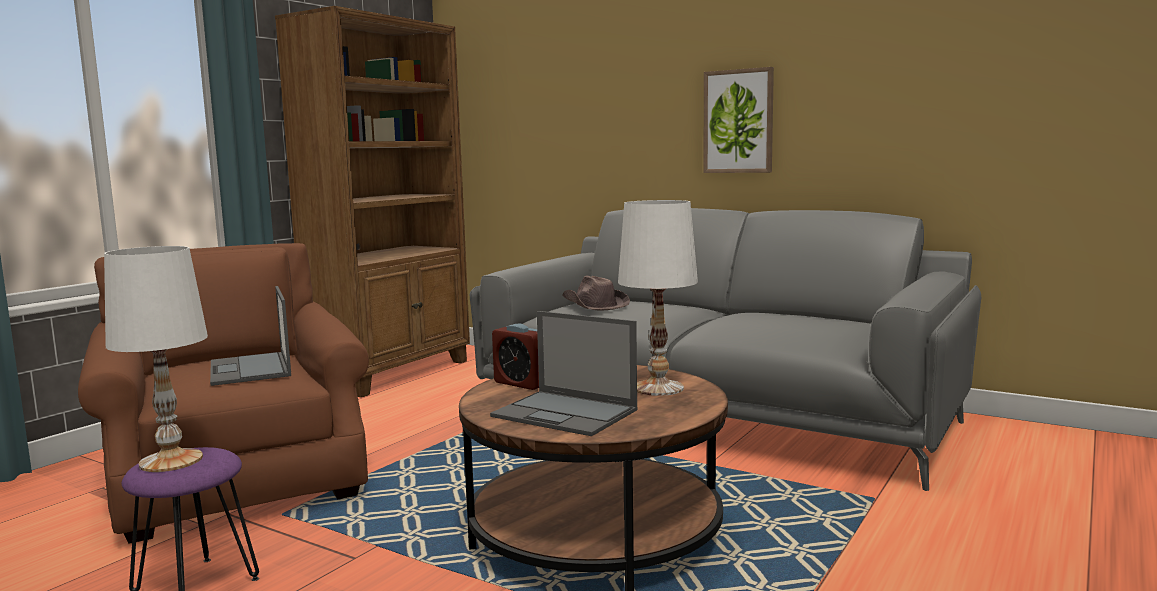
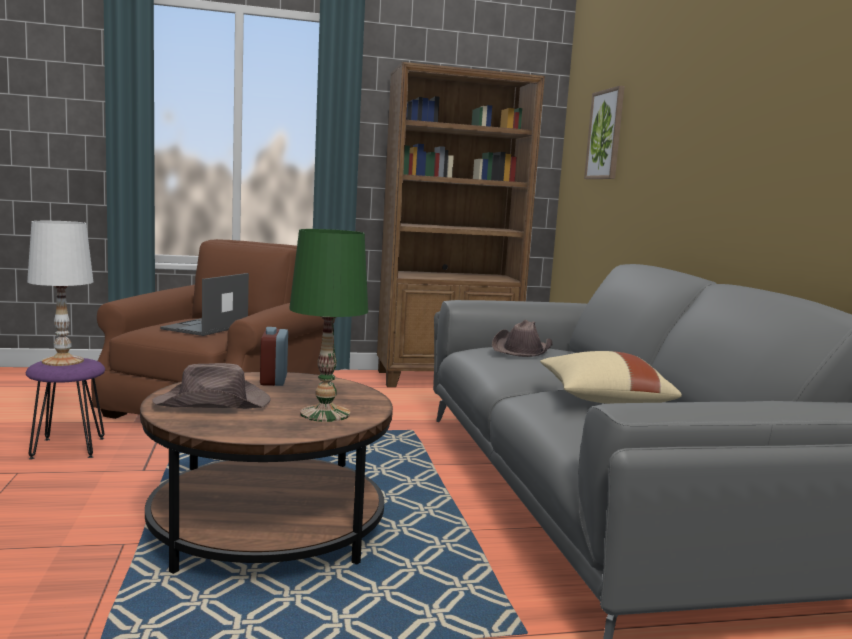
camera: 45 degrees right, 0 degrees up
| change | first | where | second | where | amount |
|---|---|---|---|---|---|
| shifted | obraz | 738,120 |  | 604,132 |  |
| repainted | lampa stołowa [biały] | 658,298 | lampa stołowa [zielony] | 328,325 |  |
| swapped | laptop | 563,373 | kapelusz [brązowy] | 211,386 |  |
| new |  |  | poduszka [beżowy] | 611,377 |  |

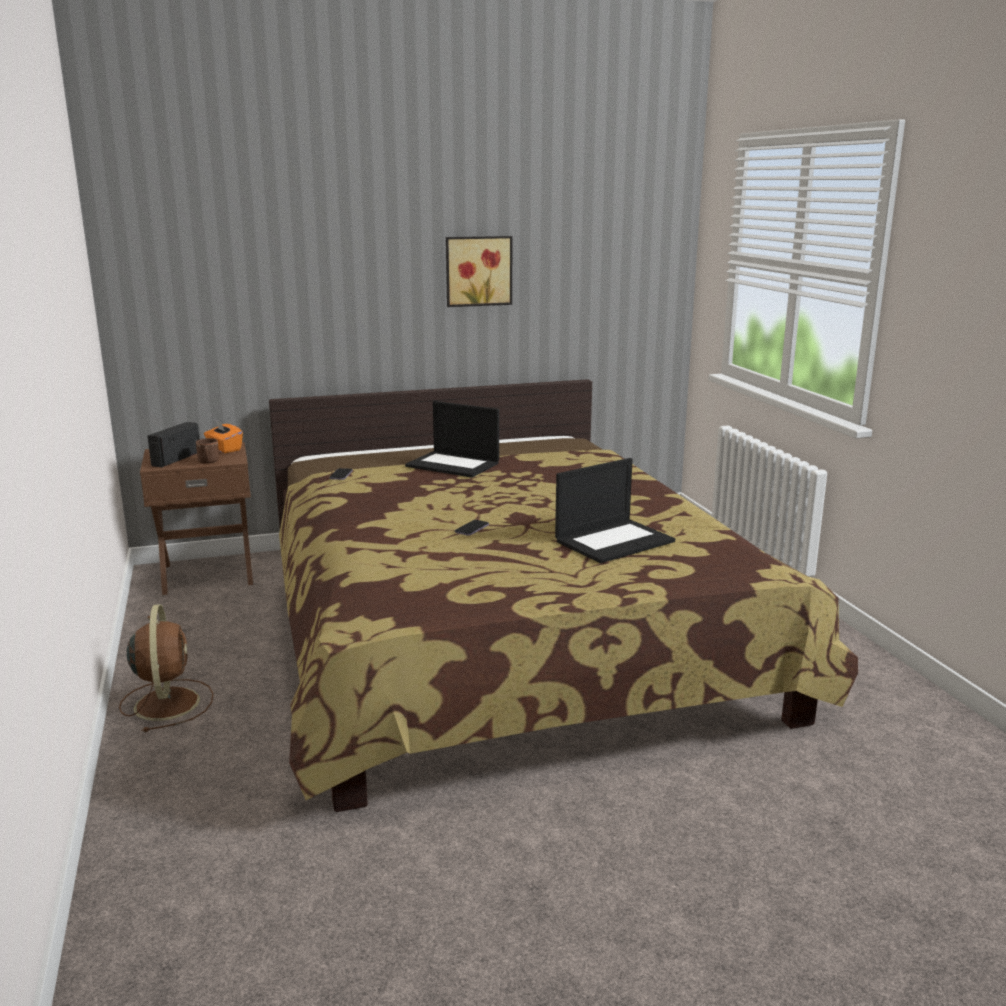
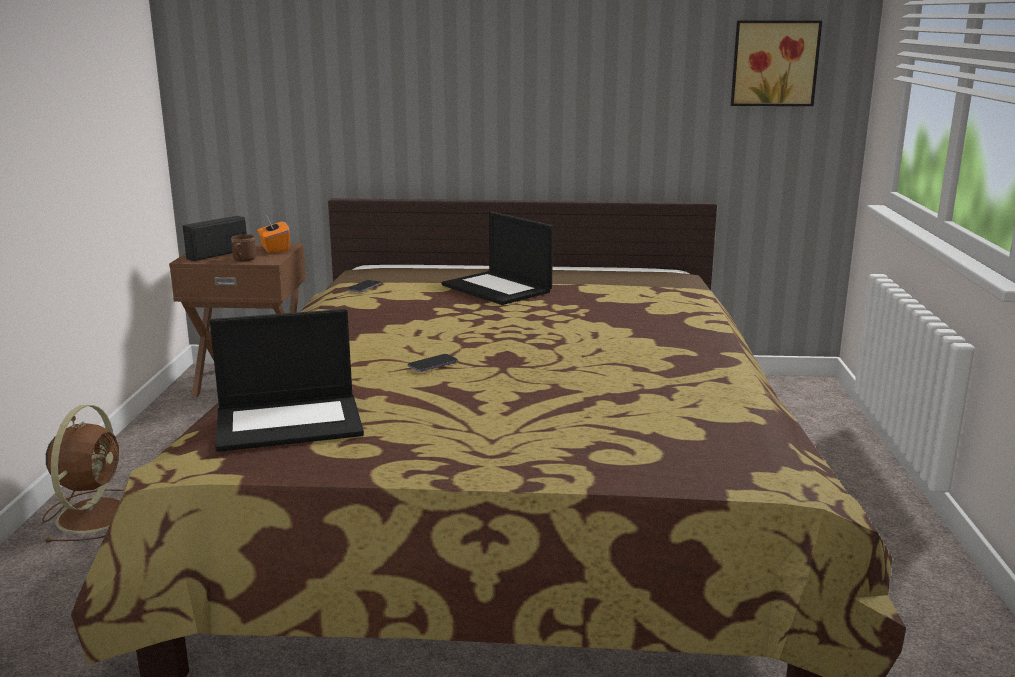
camera: 20 degrees right, 0 degrees up
| change | first | where | second | where | amount |
|---|---|---|---|---|---|
| shifted | obraz | 479,271 |  | 776,63 |  |
| shifted | laptop | 615,510 |  | 287,380 |  |

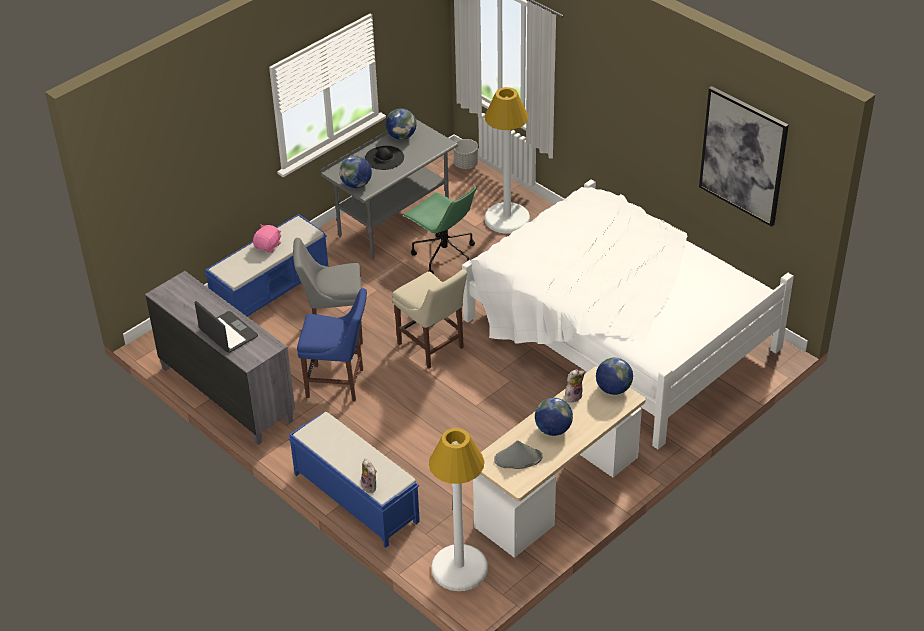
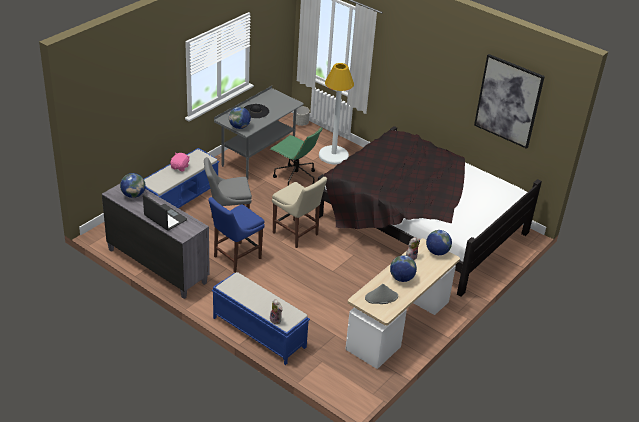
camera: 10 degrees left, 5 degrees down
| change | first | where | second | where | amount |
|---|---|---|---|---|---|
| shifted | globus | 401,124 |  | 133,185 |  |
| repainted | łóżko [biały] | 628,314 | łóżko [czarny] | 428,211 |  |
| rotated | krzesło [niebieski] | 332,344 |  | 236,235 | 135 degrees clockwise |
| gone | lampa stojąca [biały] | 458,509 |  |  |  |

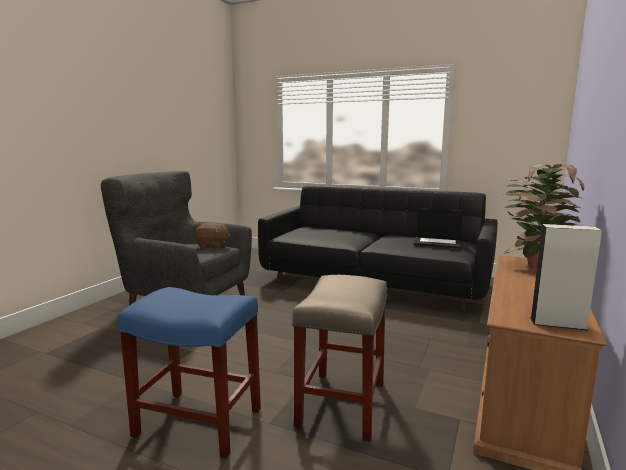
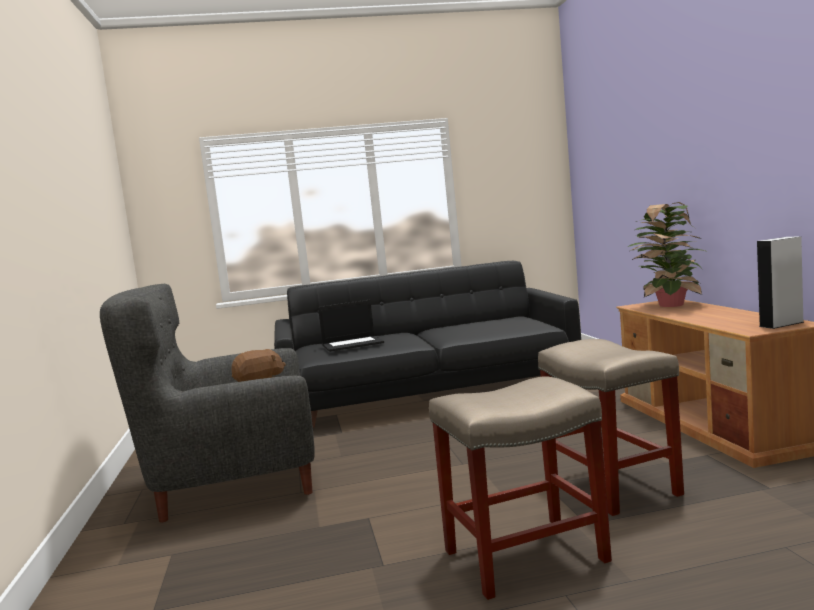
camera: 35 degrees left, 5 degrees down
| change | first | where | second | where | amount |
|---|---|---|---|---|---|
| shifted | laptop | 438,228 |  | 351,326 |  |
| repainted | stołek [niebieski] | 189,373 | stołek [beżowy] | 520,488 |  |

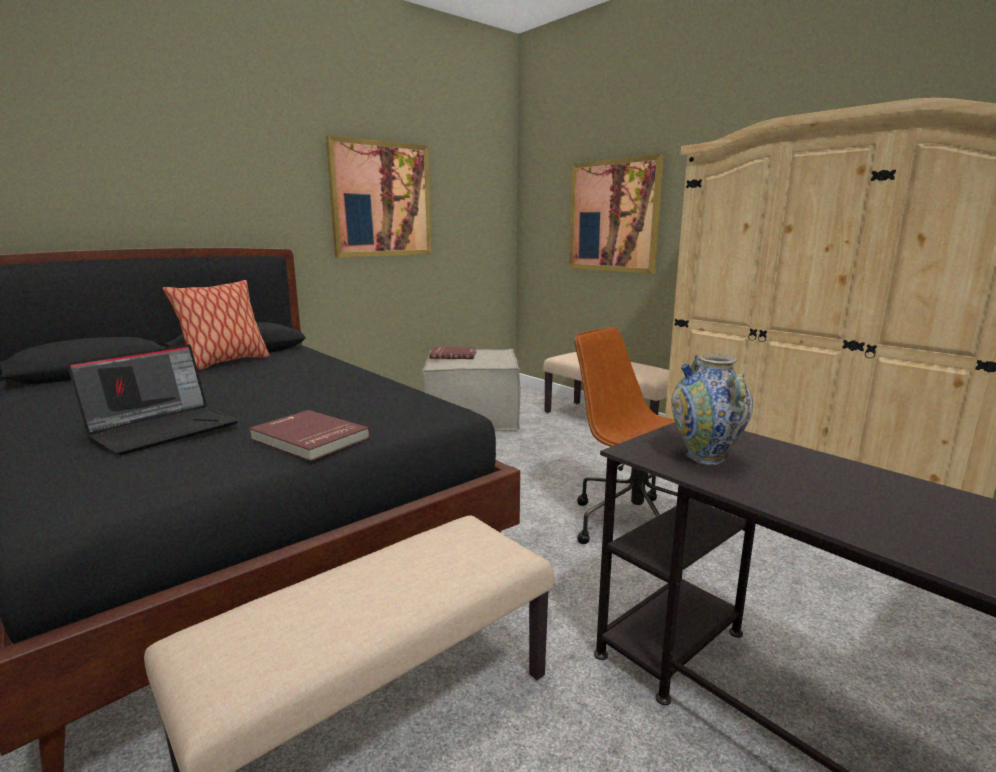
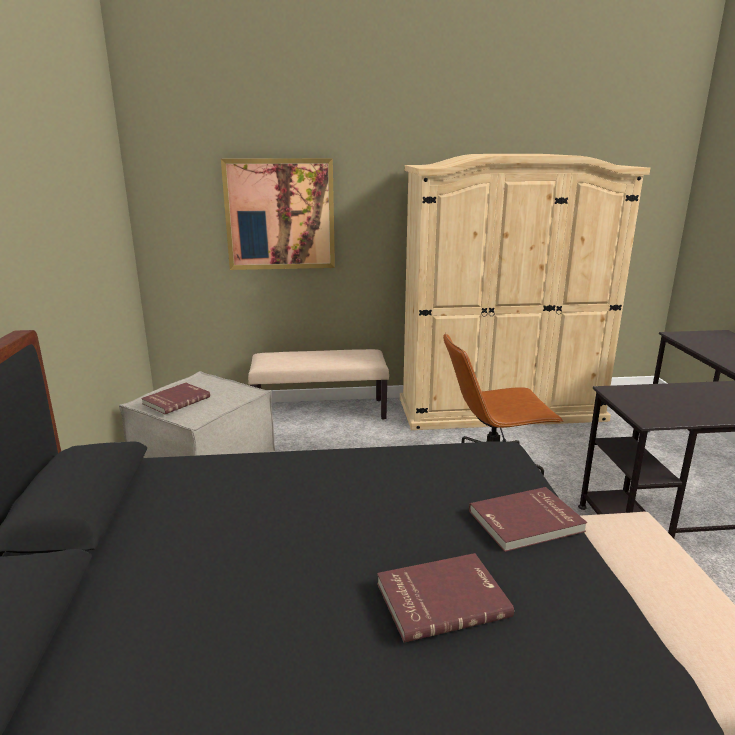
camera: 55 degrees left, 5 degrees up
| change | first | where | second | where | amount |
|---|---|---|---|---|---|
| gone | obraz | 379,196 |  |  |  |
| gone | poduszka | 216,325 |  |  |  |
| swapped | laptop | 152,399 | książka [czerwony] | 445,598 |  |
| gone | wazon | 712,409 |  |  |  |

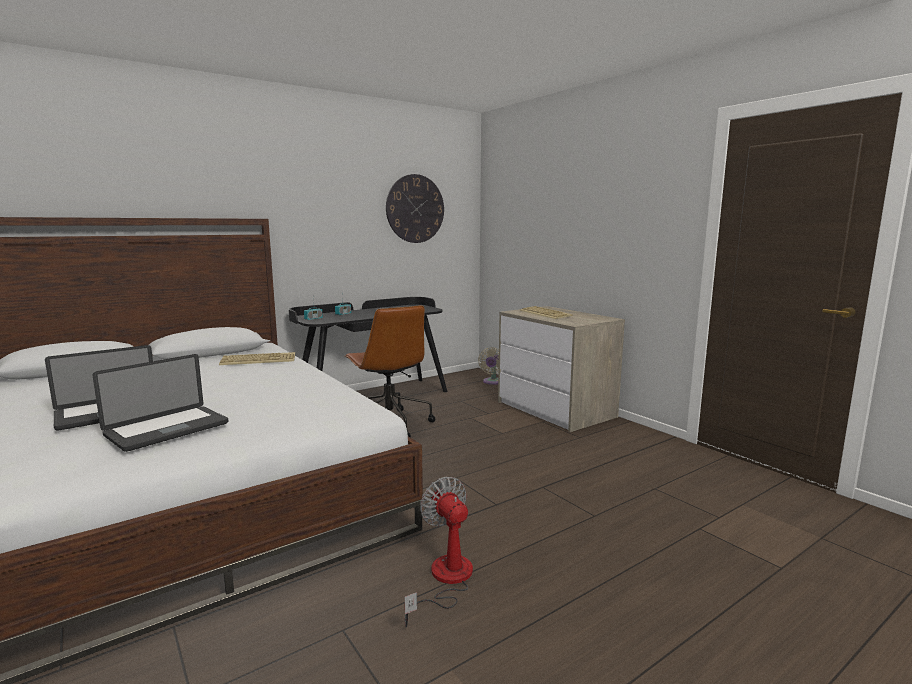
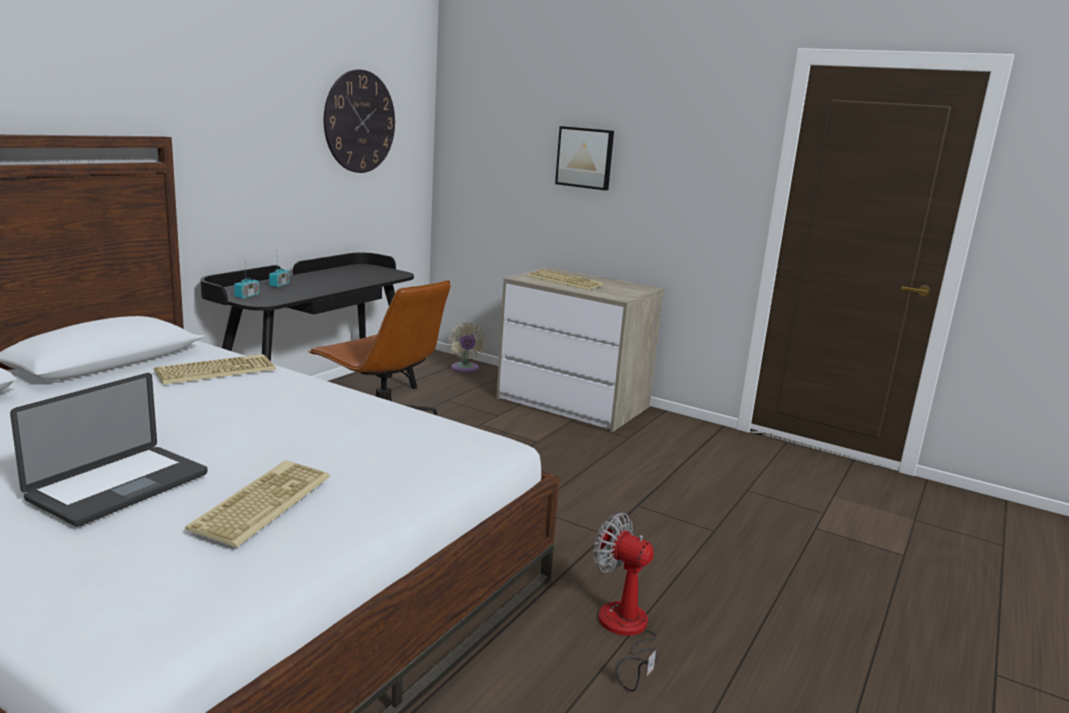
camera: 25 degrees left, 5 degrees up
| change | first | where | second | where | amount |
|---|---|---|---|---|---|
| swapped | laptop | 160,403 | klawiatura | 257,503 |  |
| new |  |  | obraz | 584,158 |  |

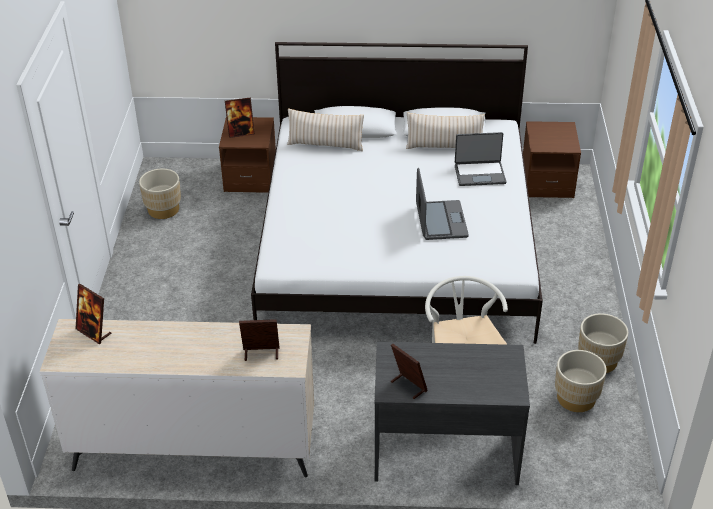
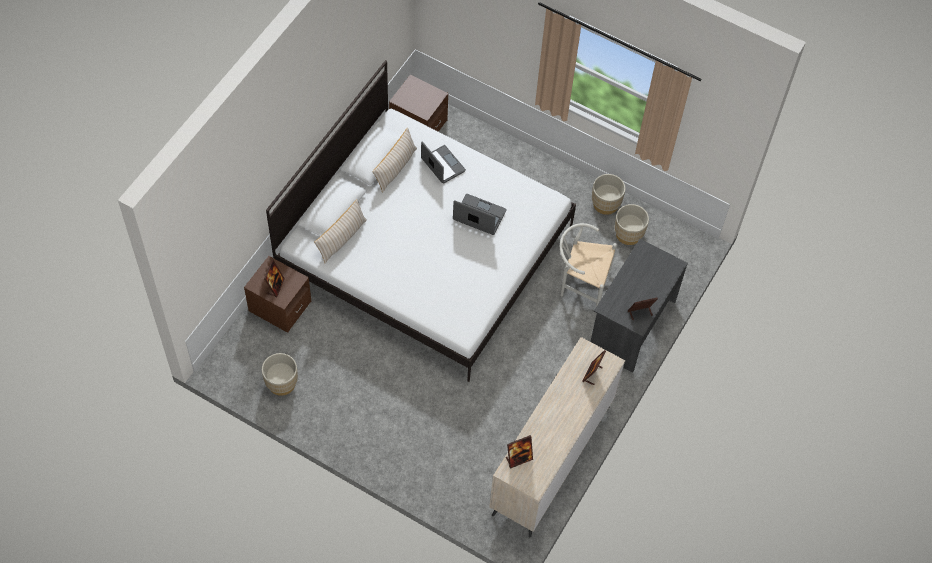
camera: 65 degrees left, 20 degrees up
| change | first | where | second | where | amount |
|---|---|---|---|---|---|
| rotated | laptop | 480,159 |  | 443,162 | 60 degrees counterclockwise |

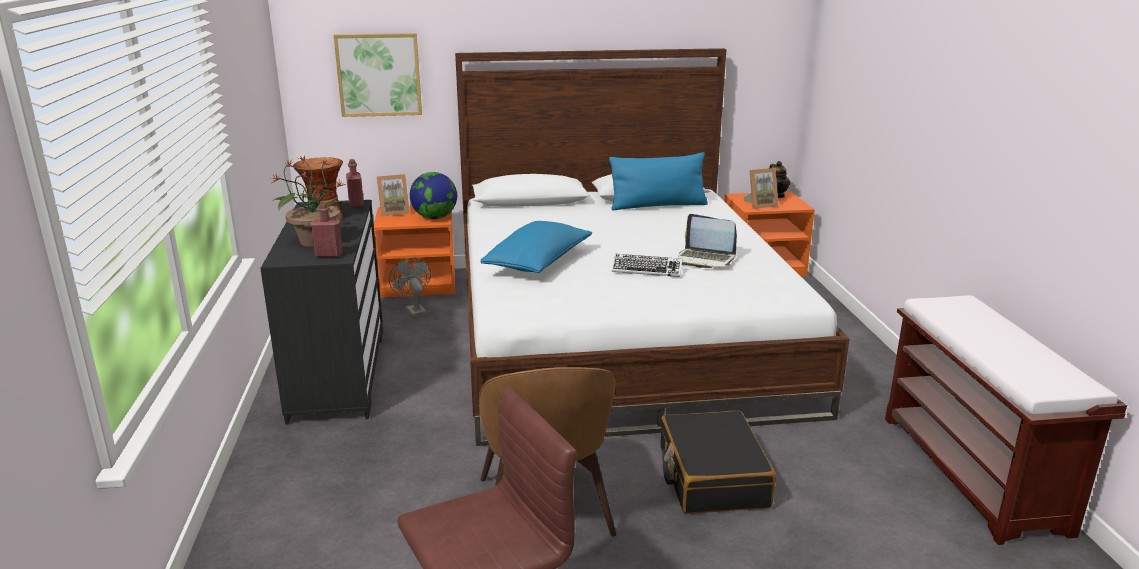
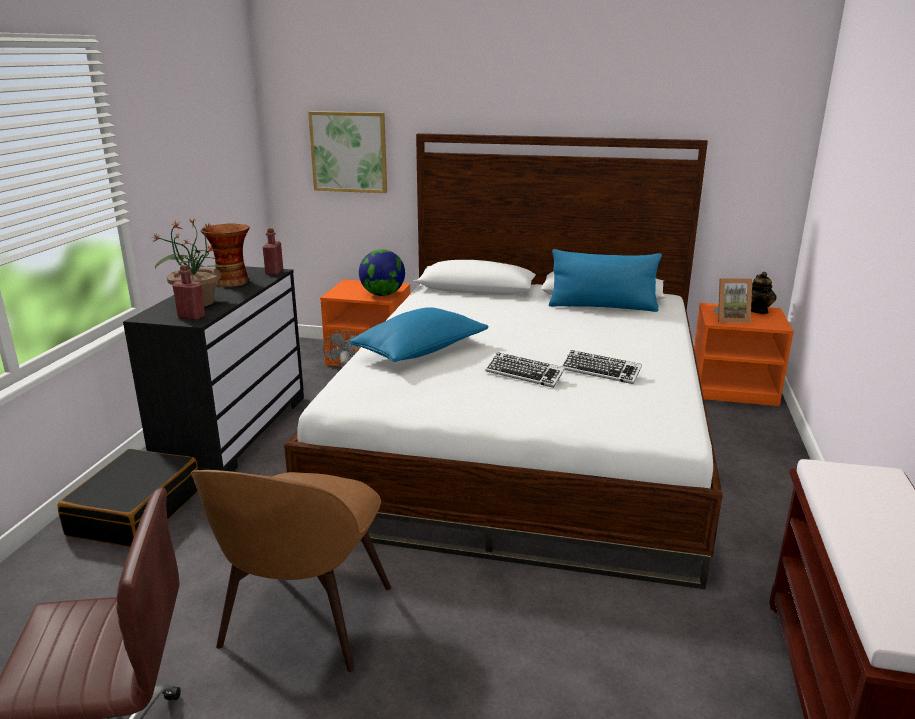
camera: 20 degrees right, 0 degrees up
| change | first | where | second | where | amount |
|---|---|---|---|---|---|
| gone | ramka na zdjęcie | 393,195 |  |  |  |
| swapped | laptop | 707,241 | klawiatura | 602,367 |  |
| shifted | walizka [czarny] | 718,462 |  | 127,498 |  |

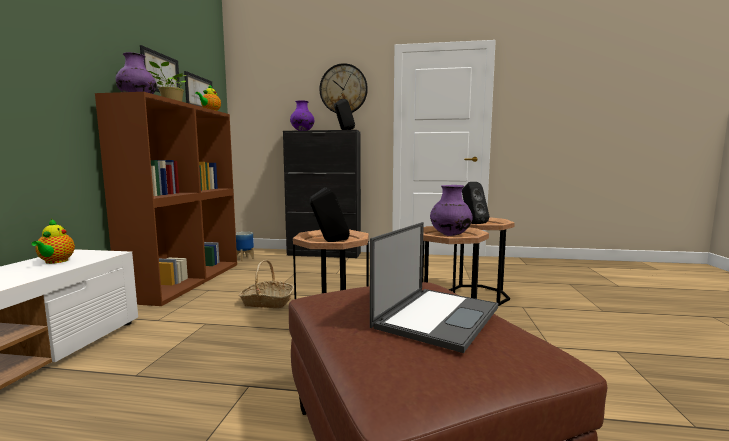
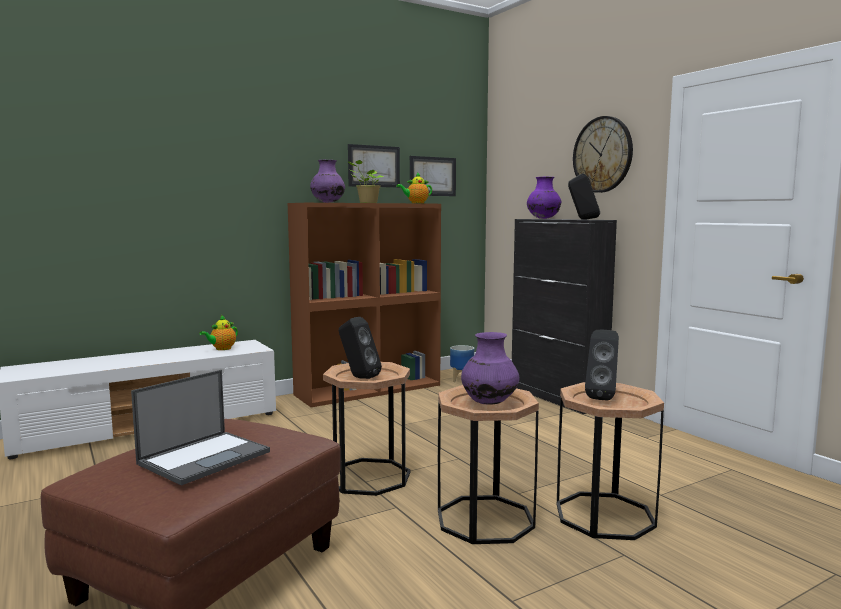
camera: 50 degrees right, 0 degrees up
| change | first | where | second | where | amount |
|---|---|---|---|---|---|
| rotated | laptop | 434,287 |  | 200,428 | 45 degrees counterclockwise |
| gone | koszyk | 266,284 |  |  |  |

